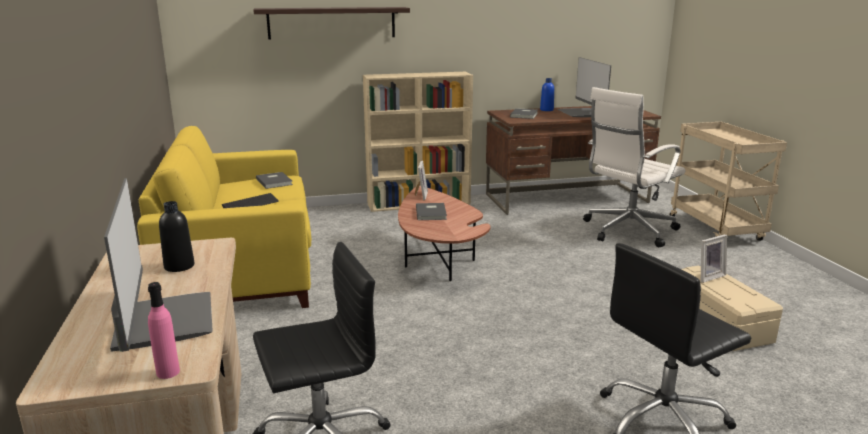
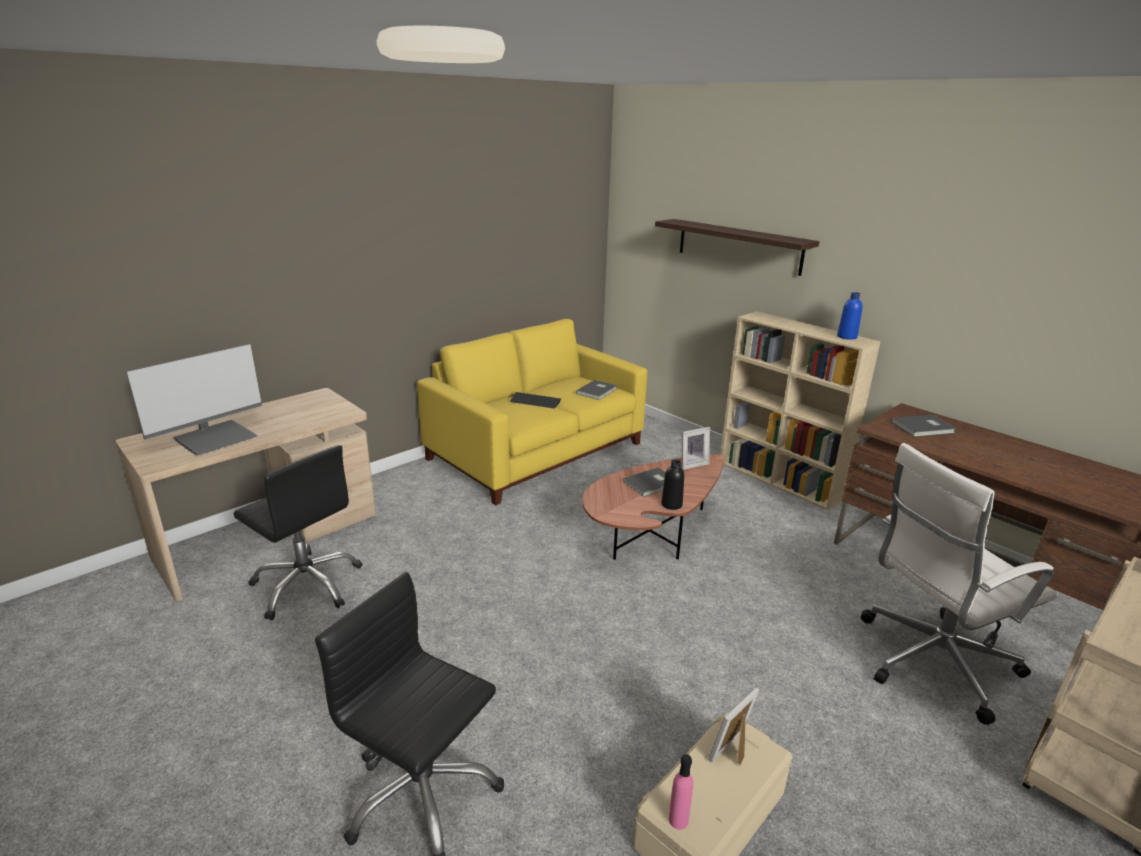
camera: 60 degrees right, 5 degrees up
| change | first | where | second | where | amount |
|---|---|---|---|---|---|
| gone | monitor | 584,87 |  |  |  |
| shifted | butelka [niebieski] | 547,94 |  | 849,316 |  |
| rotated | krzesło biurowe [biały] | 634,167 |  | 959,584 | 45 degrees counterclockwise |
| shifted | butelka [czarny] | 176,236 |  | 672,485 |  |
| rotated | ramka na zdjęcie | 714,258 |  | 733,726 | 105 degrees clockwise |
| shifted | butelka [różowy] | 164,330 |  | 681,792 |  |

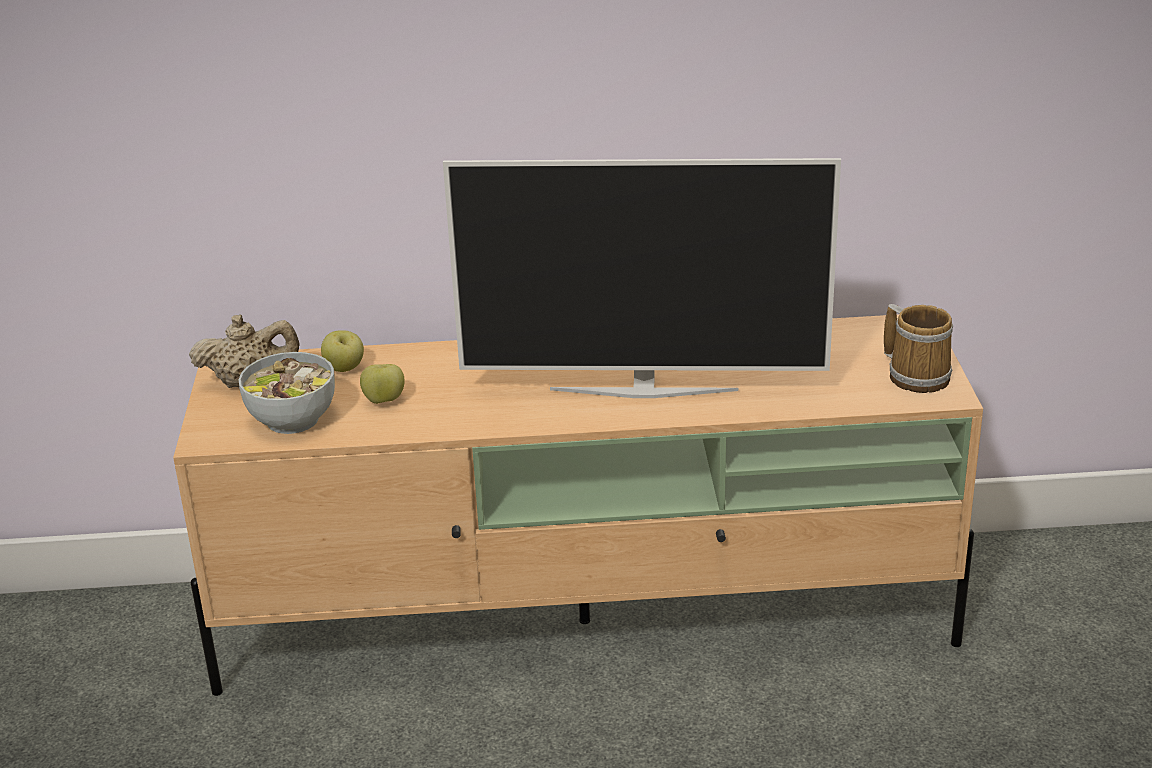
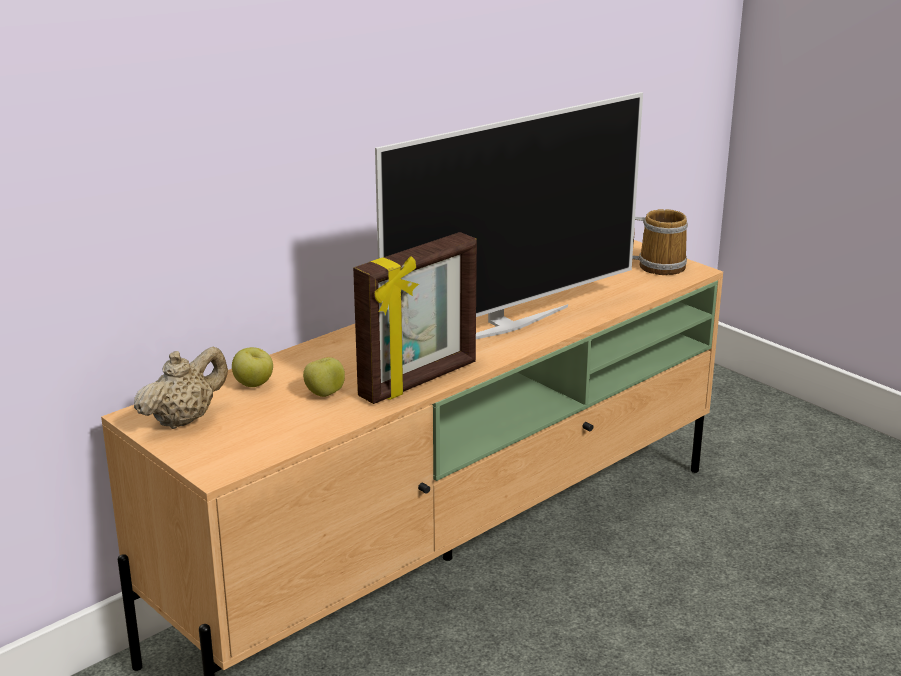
camera: 40 degrees left, 5 degrees down
| change | first | where | second | where | amount |
|---|---|---|---|---|---|
| gone | miska | 287,393 |  |  |  |
| new |  |  | ramka na zdjęcie | 415,318 |  |

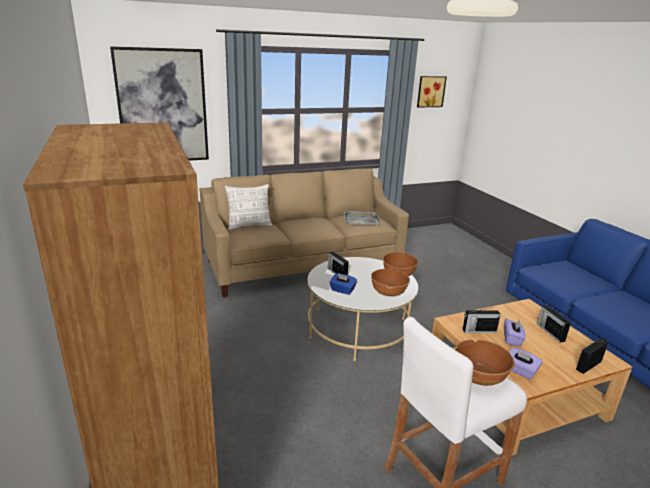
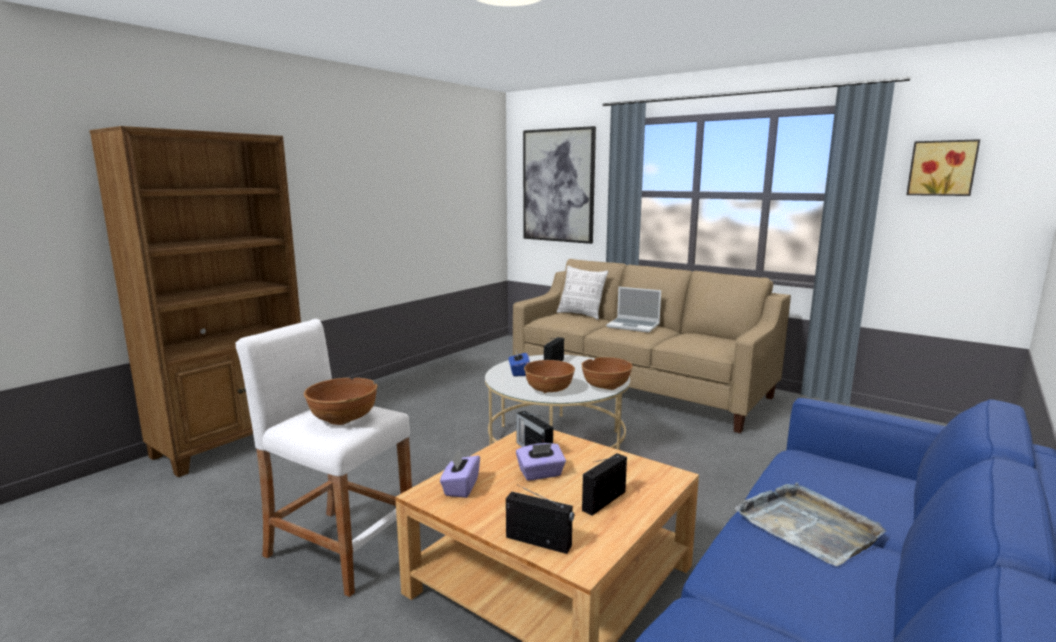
camera: 60 degrees right, 10 degrees down
| change | first | where | second | where | amount |
|---|---|---|---|---|---|
| shifted | taca [szary] | 362,218 |  | 810,524 |  |
| new |  |  | laptop | 633,310 |  |

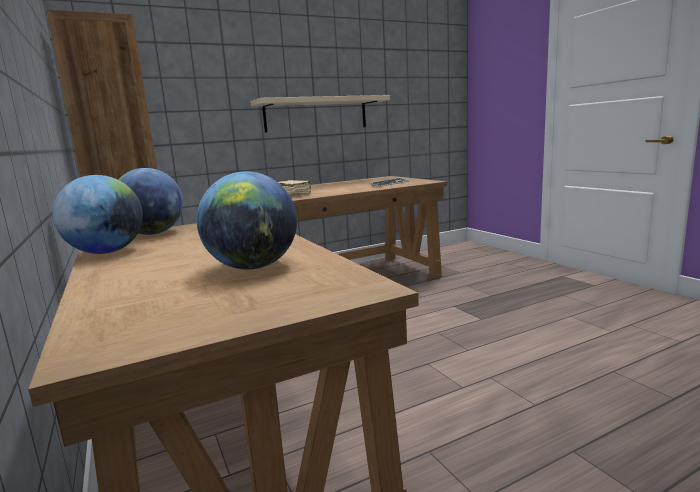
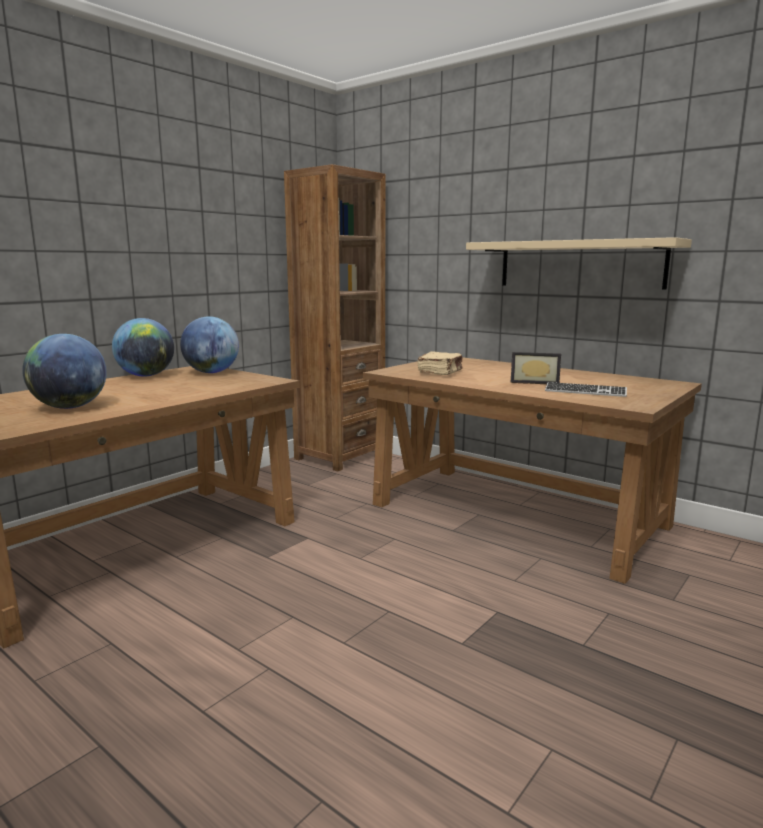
camera: 65 degrees right, 0 degrees up
| change | first | where | second | where | amount |
|---|---|---|---|---|---|
| new |  |  | ramka na zdjęcie | 536,368 |  |

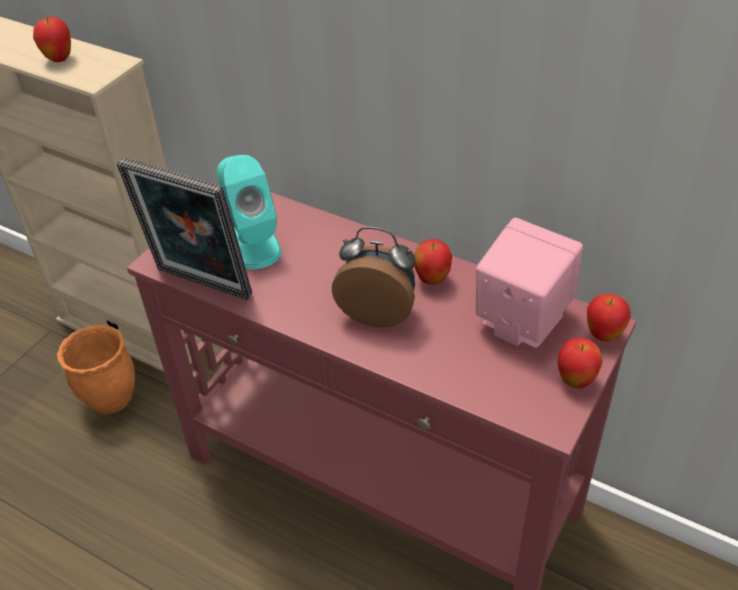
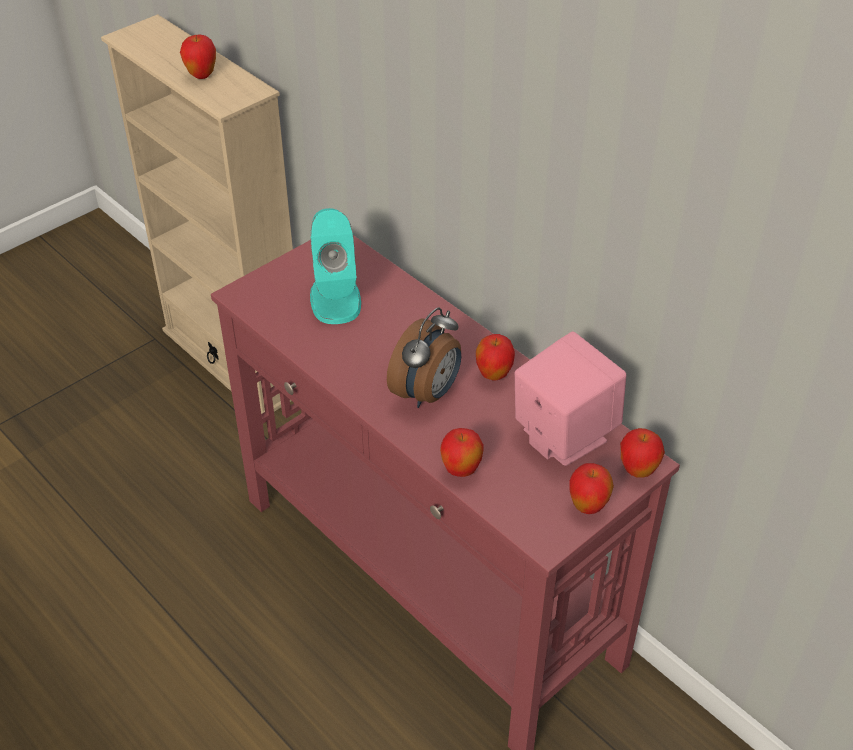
camera: 15 degrees right, 0 degrees up
| change | first | where | second | where | amount |
|---|---|---|---|---|---|
| gone | ramka na zdjęcie | 184,228 |  |  |  |
| rotated | budzik | 374,277 |  | 424,357 | 90 degrees clockwise |
| gone | donica [pomarańczowy] | 96,369 |  |  |  |
| new |  |  | jabłko | 462,452 |  |

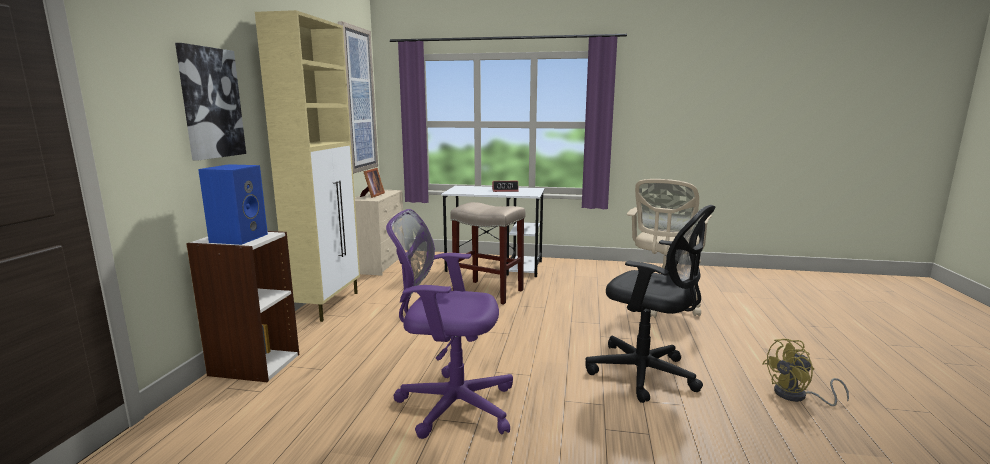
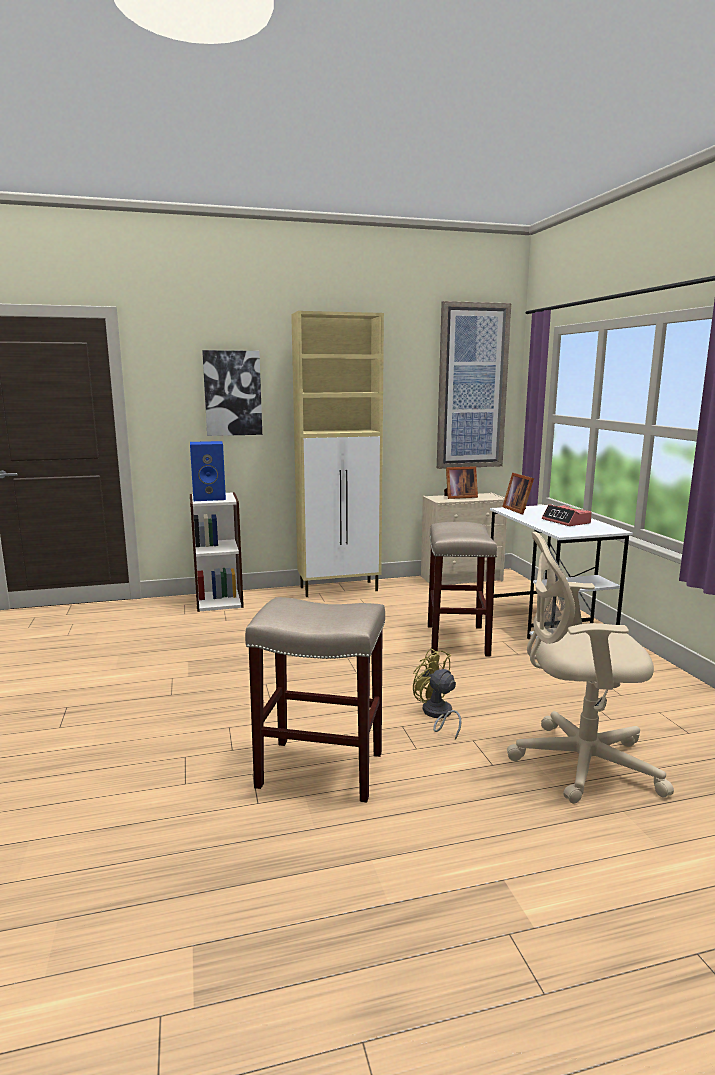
camera: 65 degrees right, 0 degrees up
| change | first | where | second | where | amount |
|---|---|---|---|---|---|
| swapped | krzesło biurowe [czarny] | 650,304 | stołek [beżowy] | 315,700 |  |
| gone | krzesło biurowe [fioletowy] | 449,324 |  |  |  |
| shifted | wentylator [żółty] | 805,372 |  | 437,694 |  |
| new |  |  | ramka na zdjęcie | 518,493 |  |

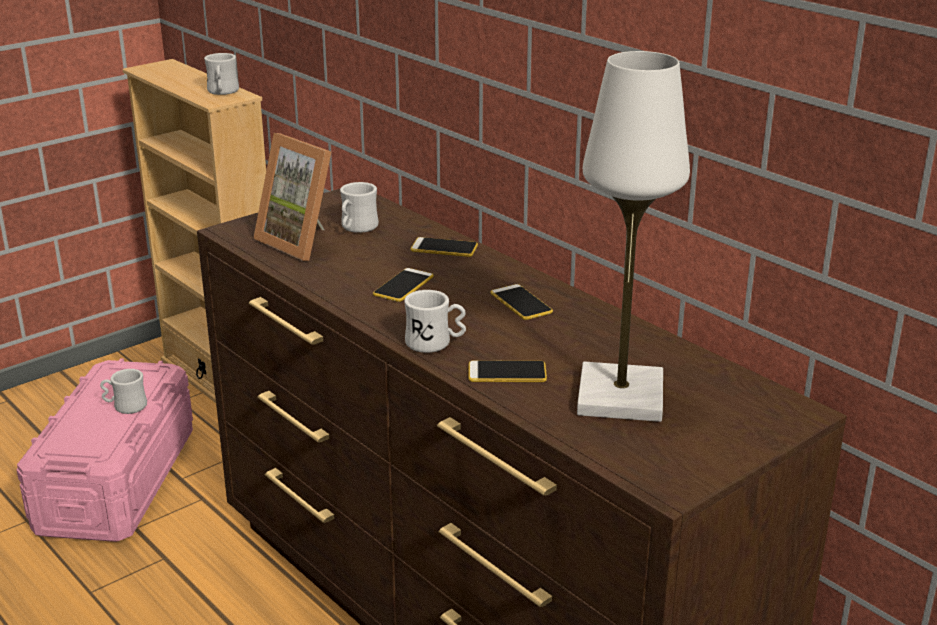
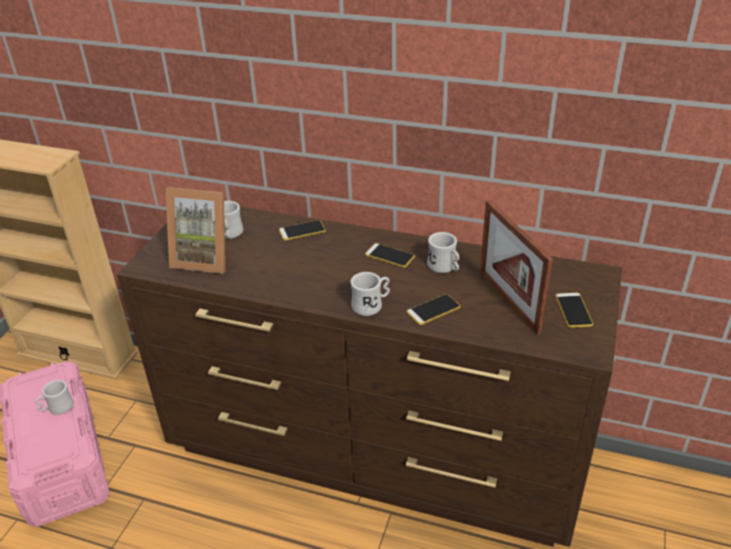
camera: 30 degrees left, 10 degrees up
| change | first | where | second | where | amount |
|---|---|---|---|---|---|
| swapped | lampa stołowa [biały] | 633,236 | ramka na zdjęcie | 516,267 |  |
| shifted | kubek [biały] | 221,74 |  | 443,252 |  |
| shifted | telefon | 403,285 |  | 574,310 |  |

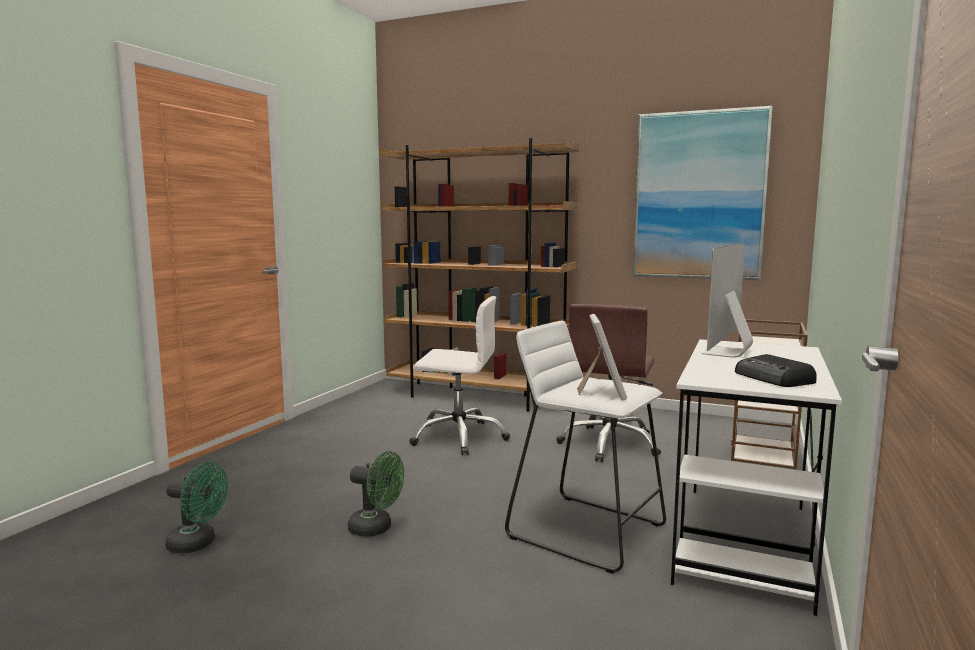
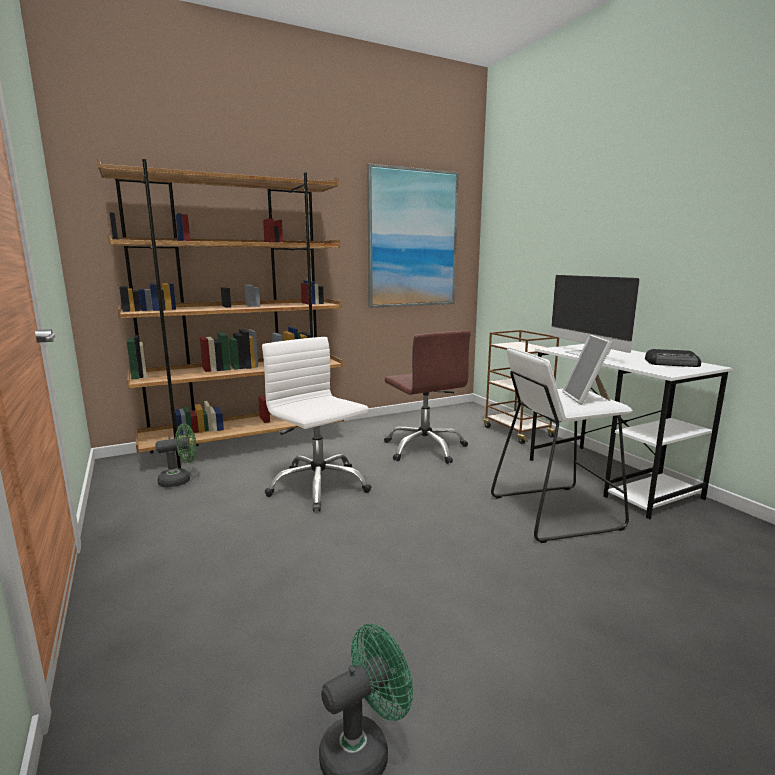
camera: 50 degrees left, 5 degrees up
| change | first | where | second | where | amount |
|---|---|---|---|---|---|
| rotated | krzesło biurowe [biały] | 459,375 |  | 316,424 | 90 degrees counterclockwise |
| rotated | ramka na zdjęcie | 602,357 |  | 588,370 | 135 degrees counterclockwise |
| shifted | wentylator [zielony] | 376,494 |  | 176,455 |  |

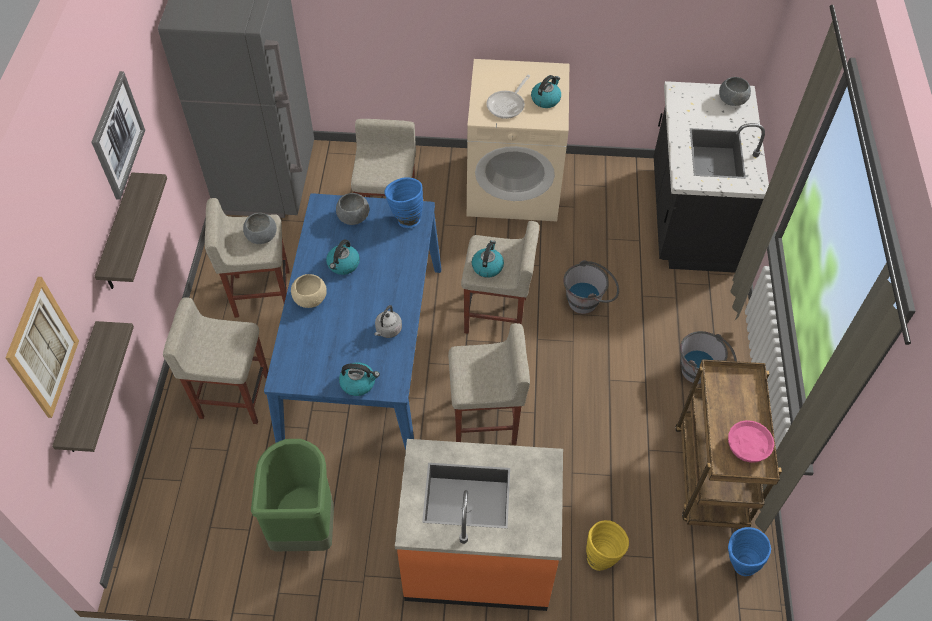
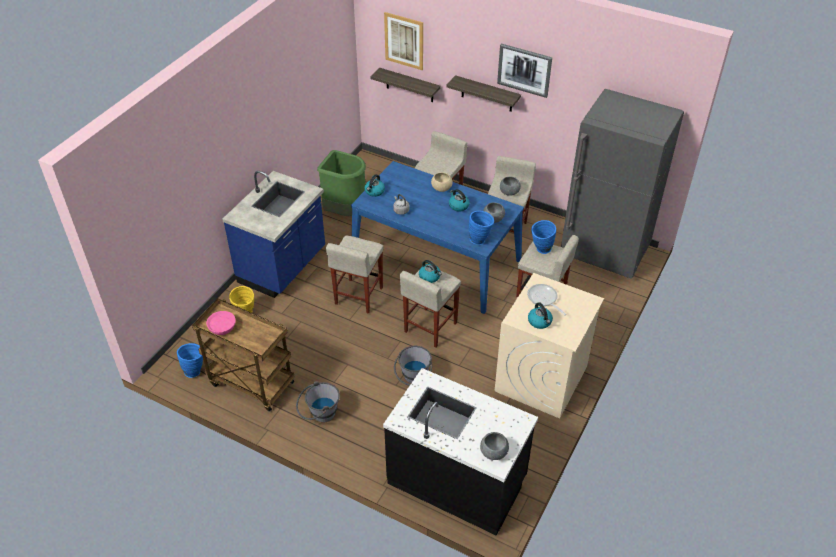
camera: 115 degrees right, 10 degrees down
| change | first | where | second | where | amount |
|---|---|---|---|---|---|
| repainted | zabudowa kuchenna [pomarańczowy] | 479,525 | zabudowa kuchenna [niebieski] | 273,234 |  |
| new |  |  | wazon [niebieski] | 543,237 |  |

